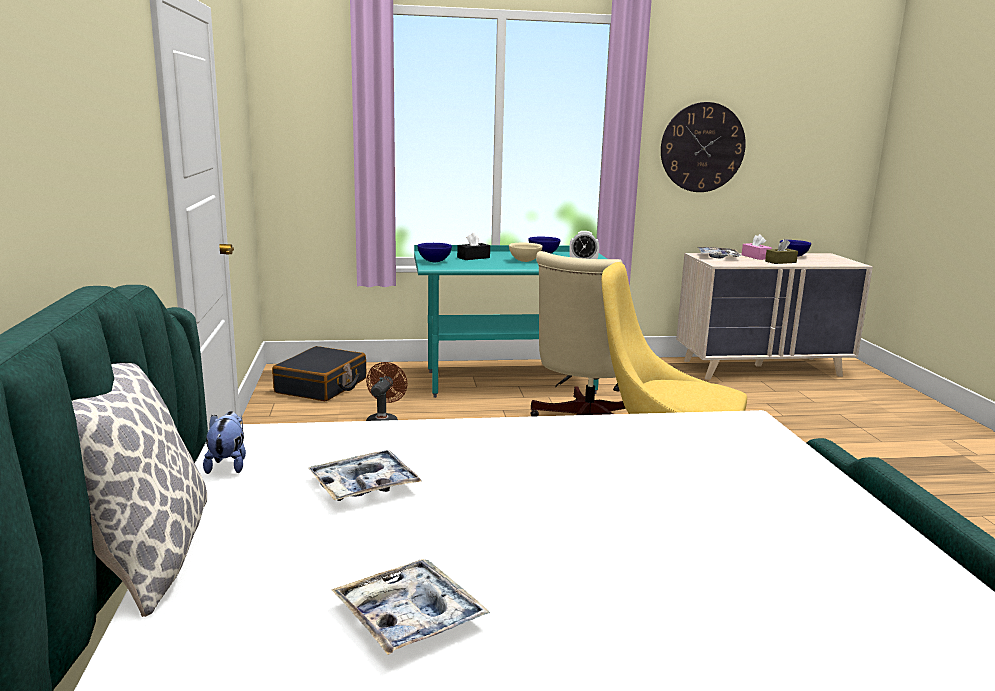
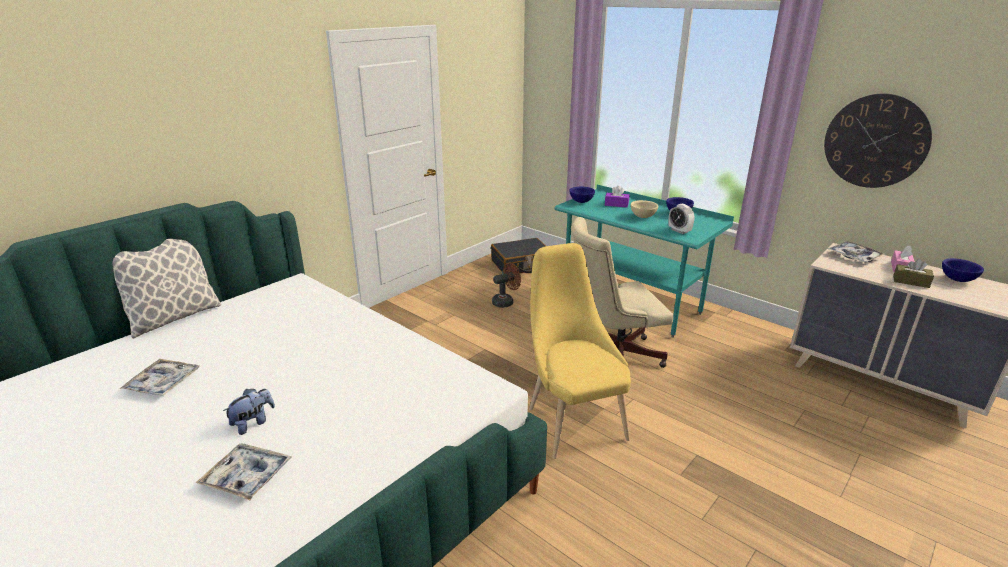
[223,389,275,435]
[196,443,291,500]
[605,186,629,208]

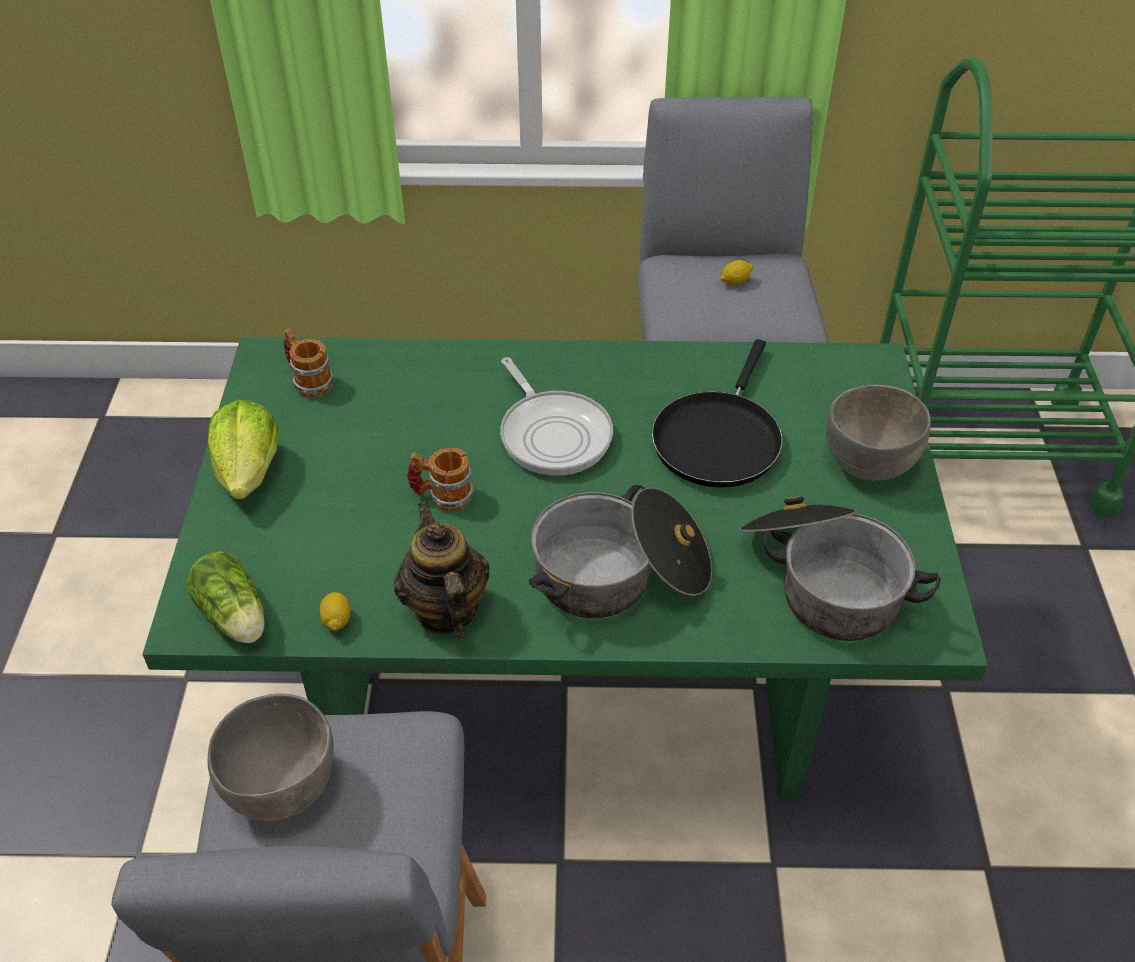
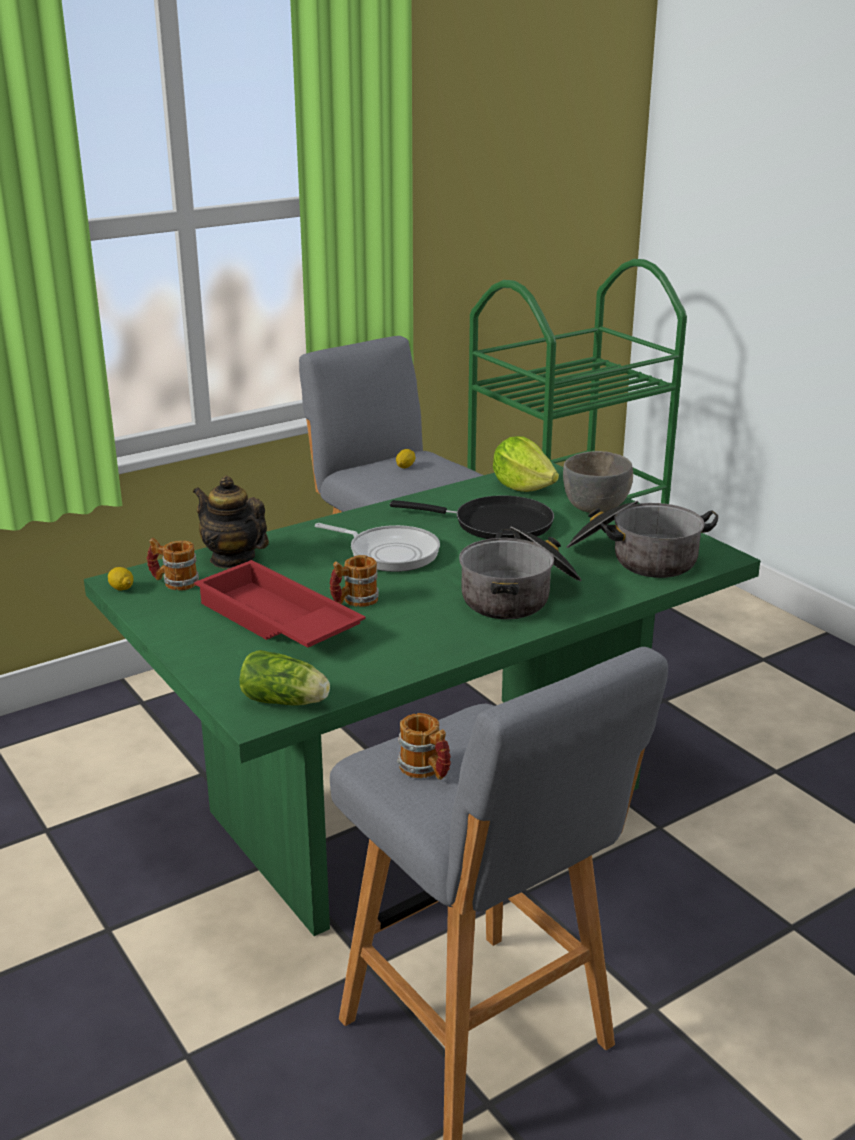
[493,436,559,492]
[397,713,451,780]
[108,567,133,591]
[193,476,269,569]
[390,495,554,539]
[194,560,366,648]

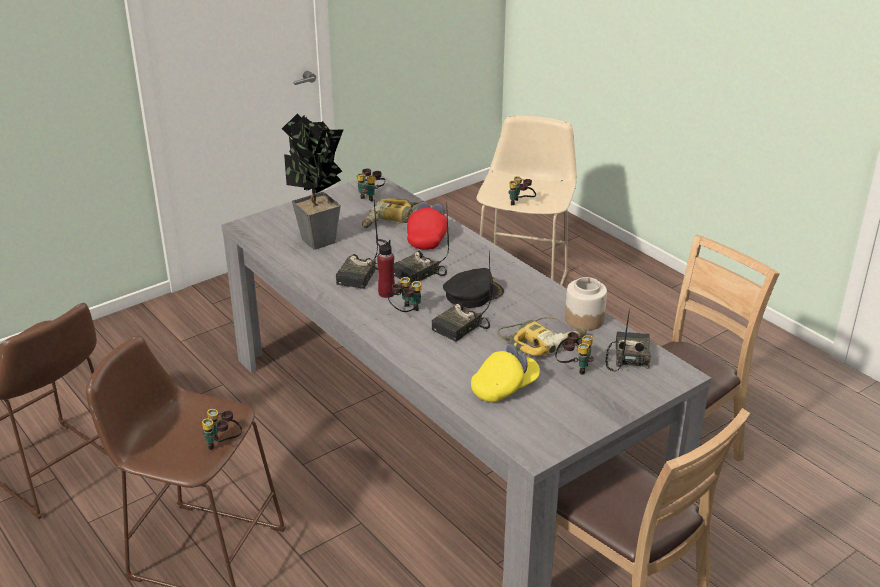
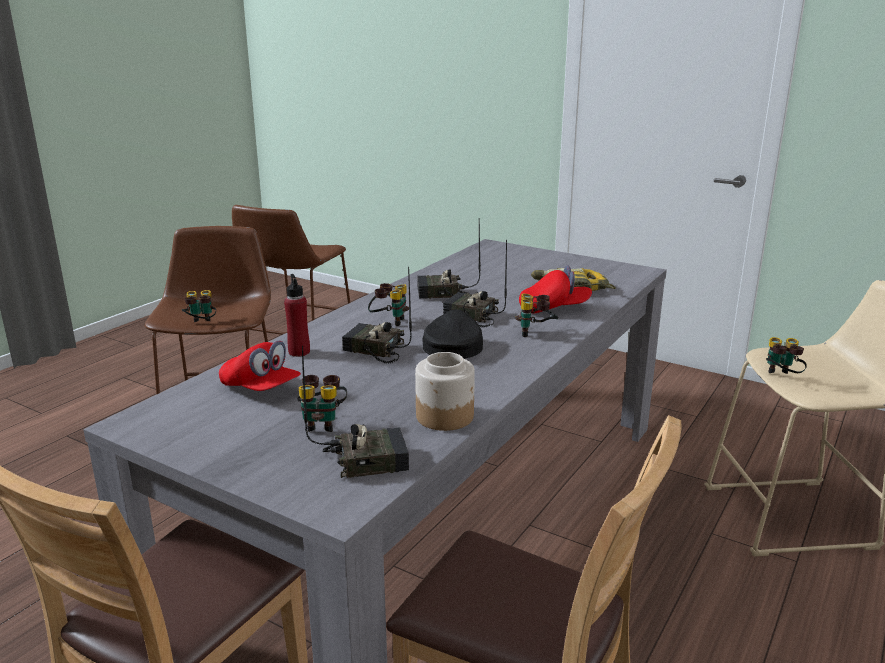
[282,114,344,250] (first image)
[515,294,558,337]
[284,274,310,357]
[423,309,483,359]
[219,341,301,391]
[497,317,587,356] (first image)

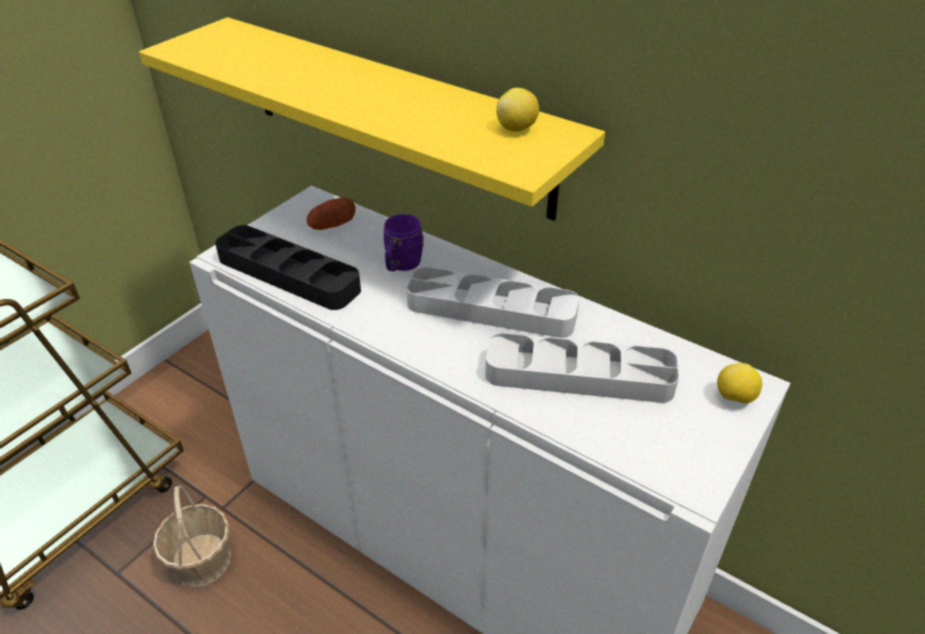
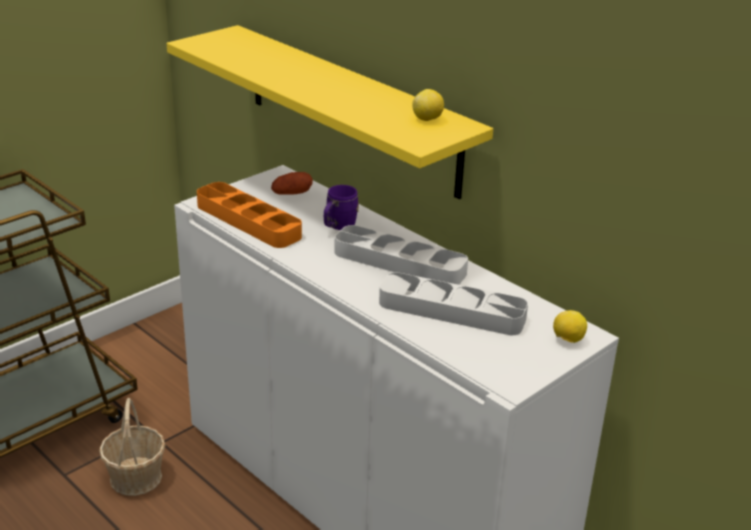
[197,182,302,248]

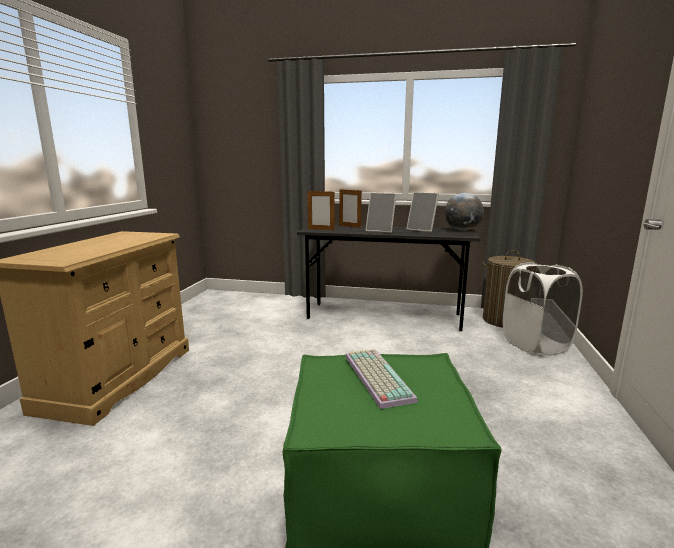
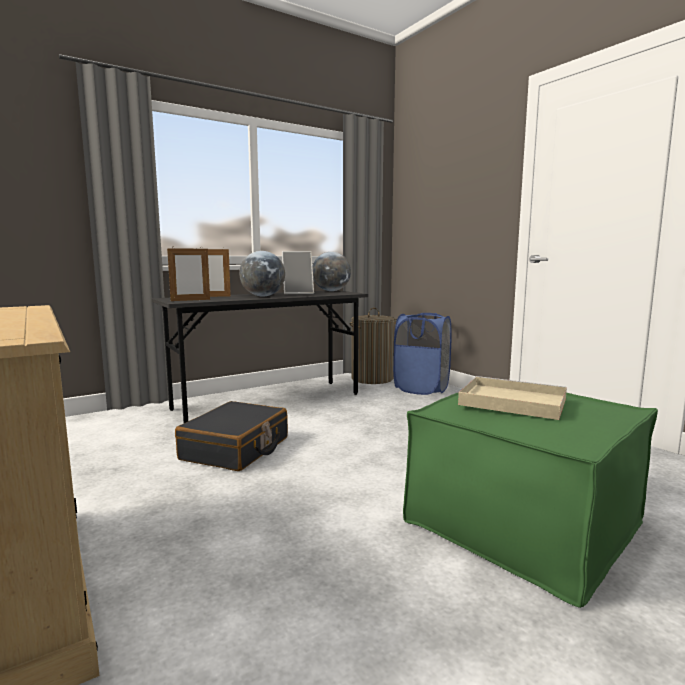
[458,376,567,420]
[239,251,285,297]
[393,313,452,395]
[175,401,288,471]

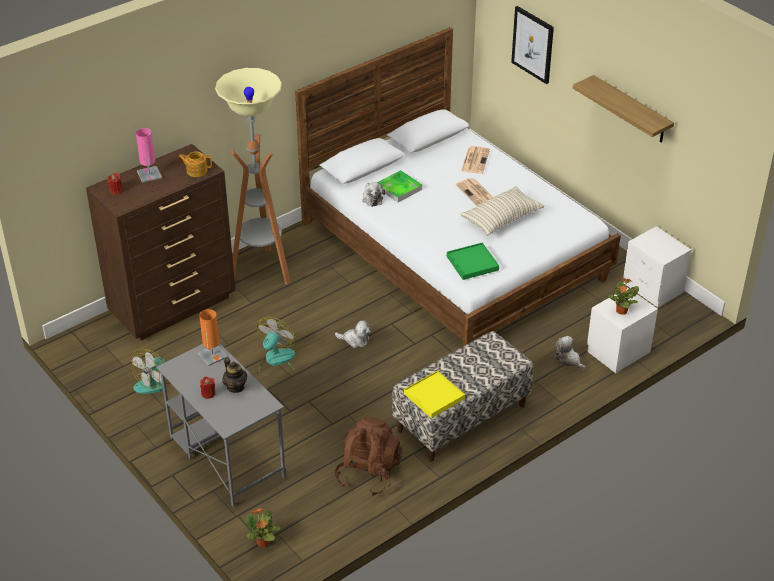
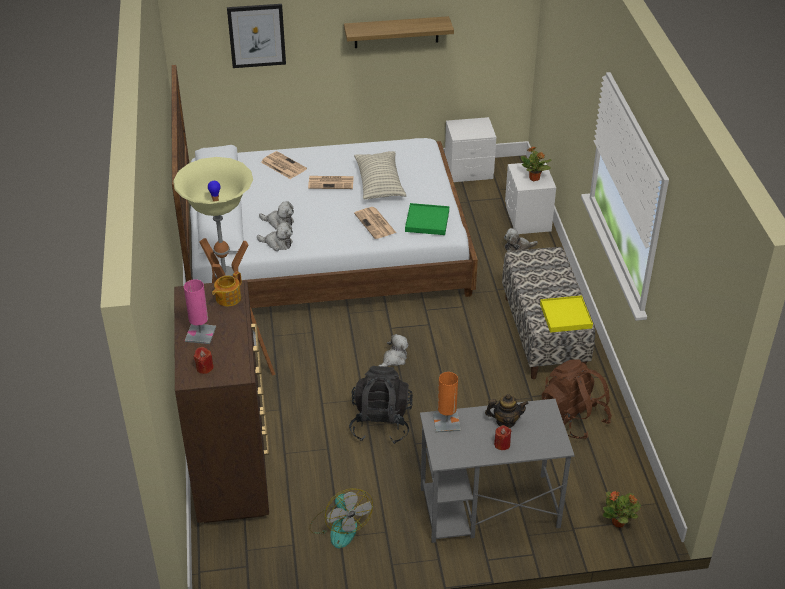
[349,366,413,444]
[259,201,294,230]
[354,207,396,239]

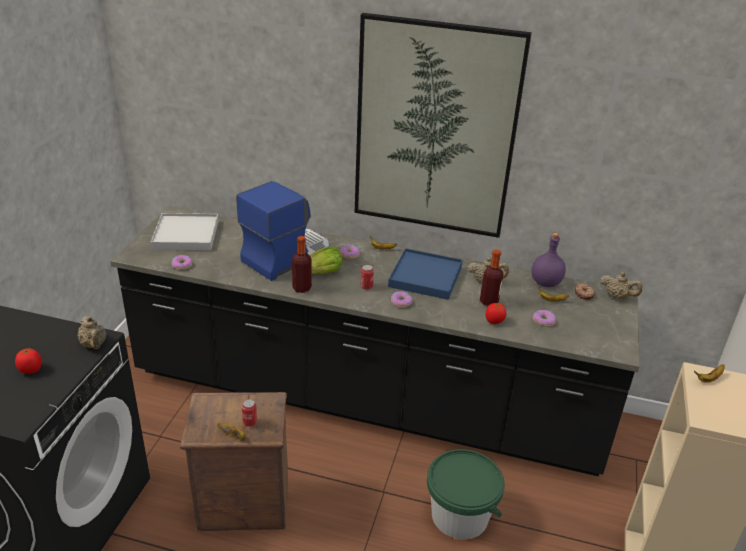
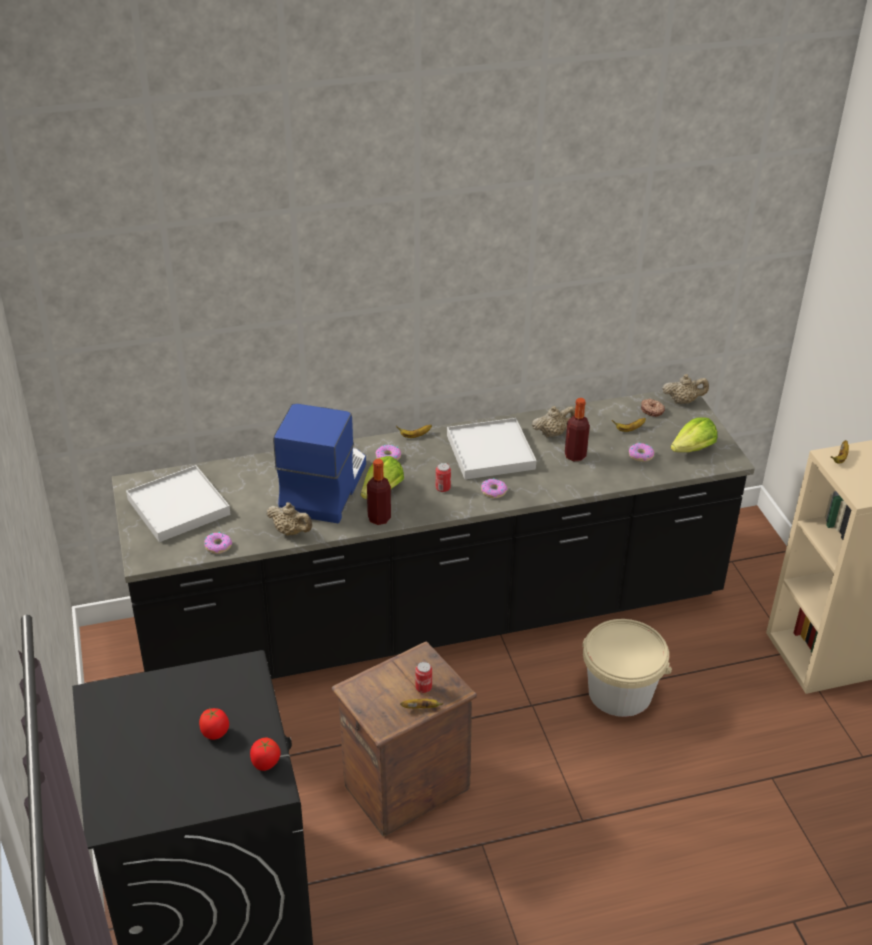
[267,502,312,536]
[355,13,532,238] (first image)
[447,418,536,479]
[582,619,672,717]
[250,738,281,771]
[531,233,566,287] (first image)
[671,417,717,452]

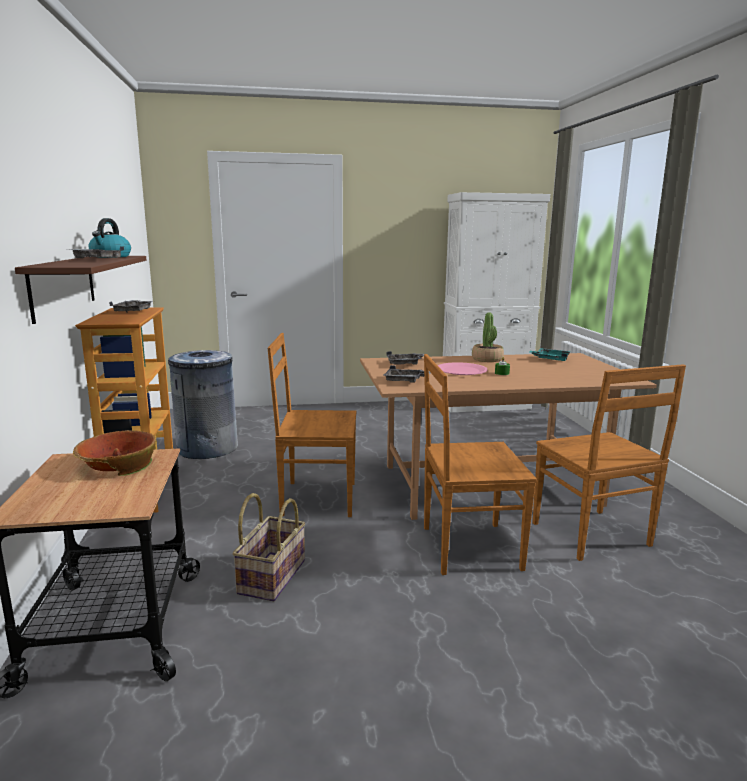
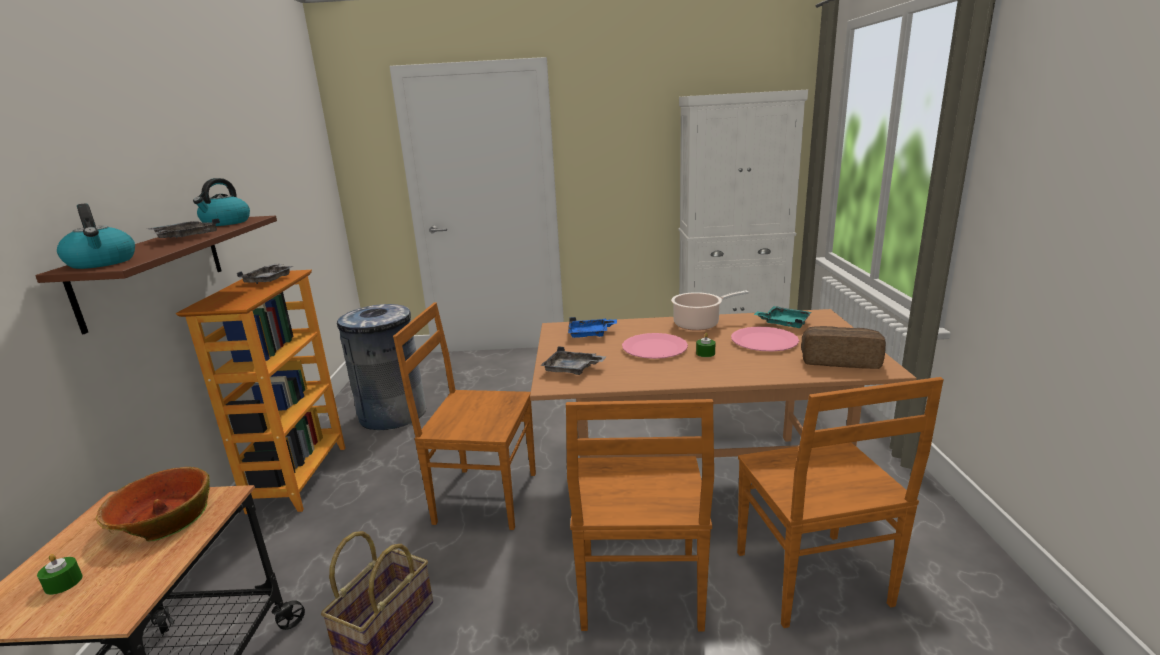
[568,317,617,338]
[566,399,714,631]
[671,291,749,331]
[37,554,83,595]
[57,203,135,269]
[731,327,799,351]
[801,326,886,369]

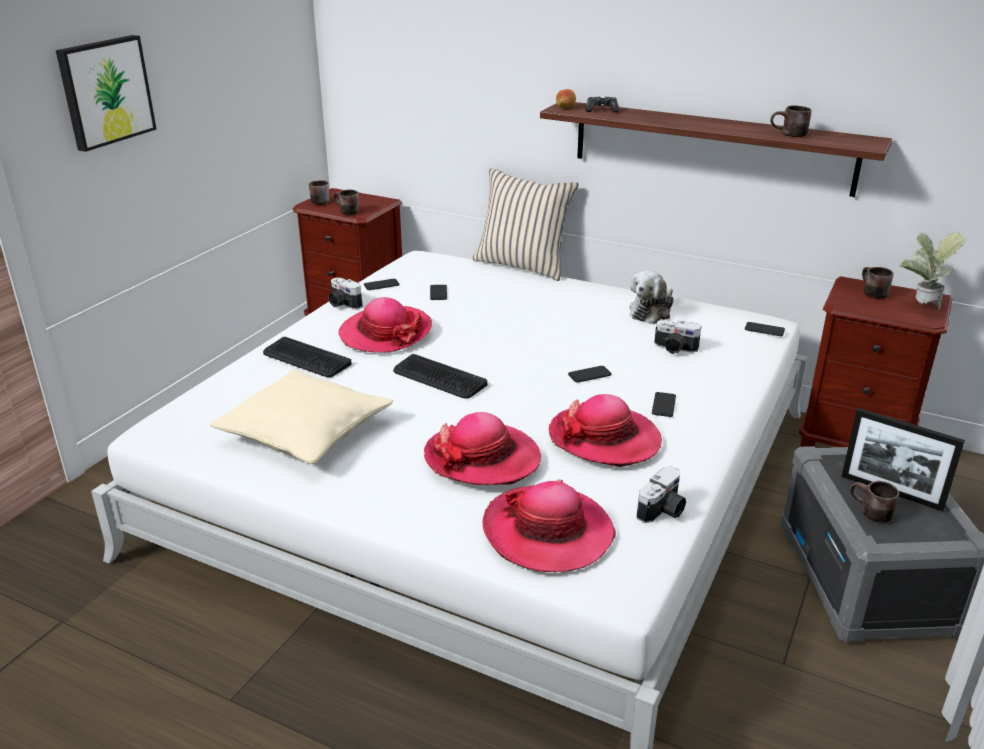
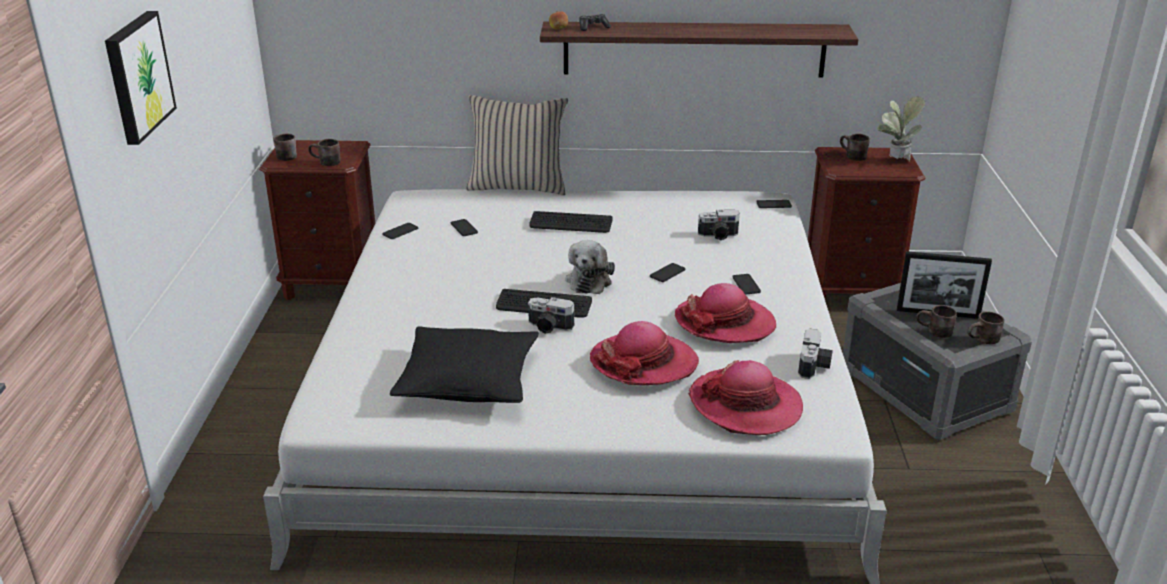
[390,326,539,403]
[529,211,612,233]
[528,297,574,334]
[339,297,432,353] (first image)
[565,240,615,294]
[967,311,1004,344]

